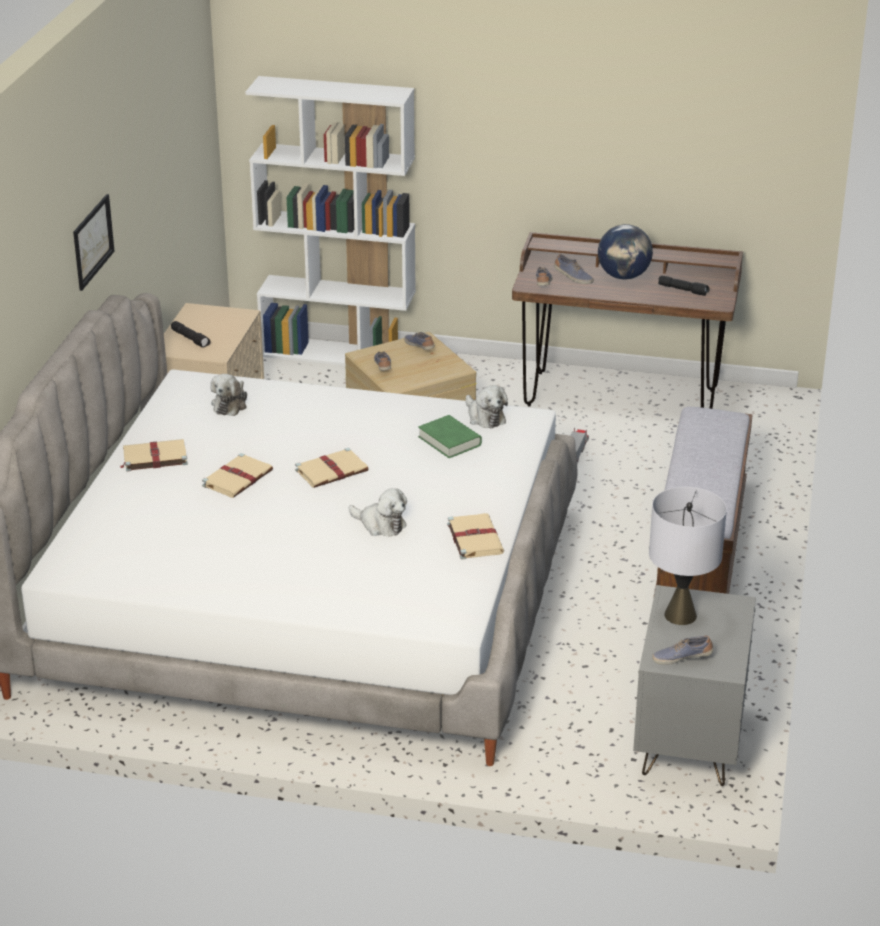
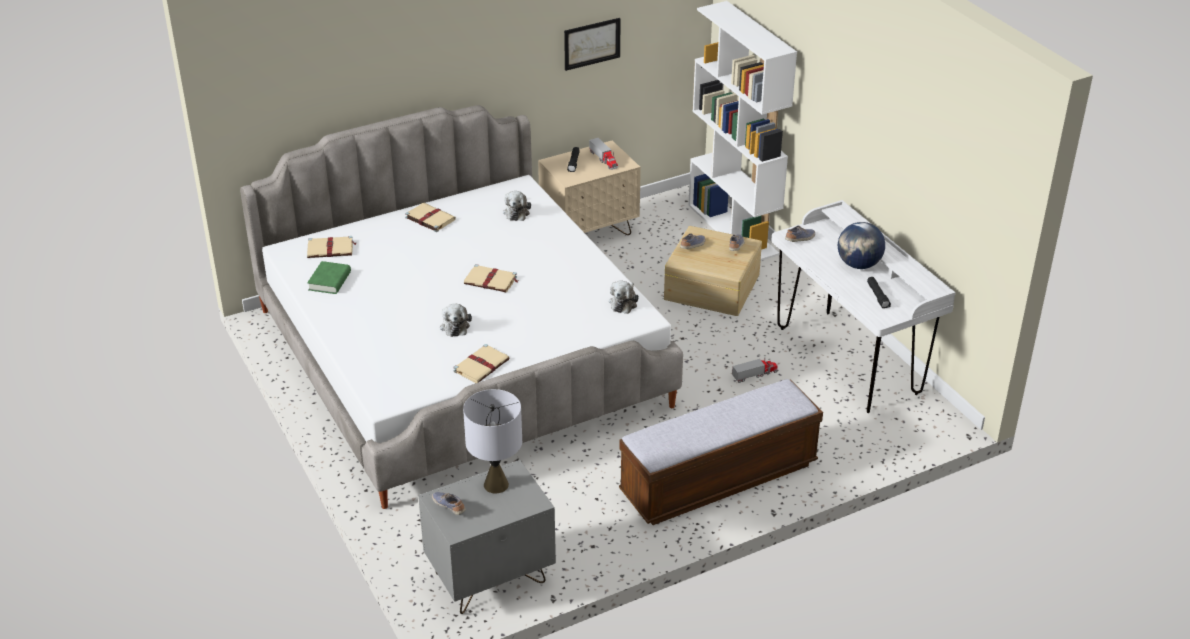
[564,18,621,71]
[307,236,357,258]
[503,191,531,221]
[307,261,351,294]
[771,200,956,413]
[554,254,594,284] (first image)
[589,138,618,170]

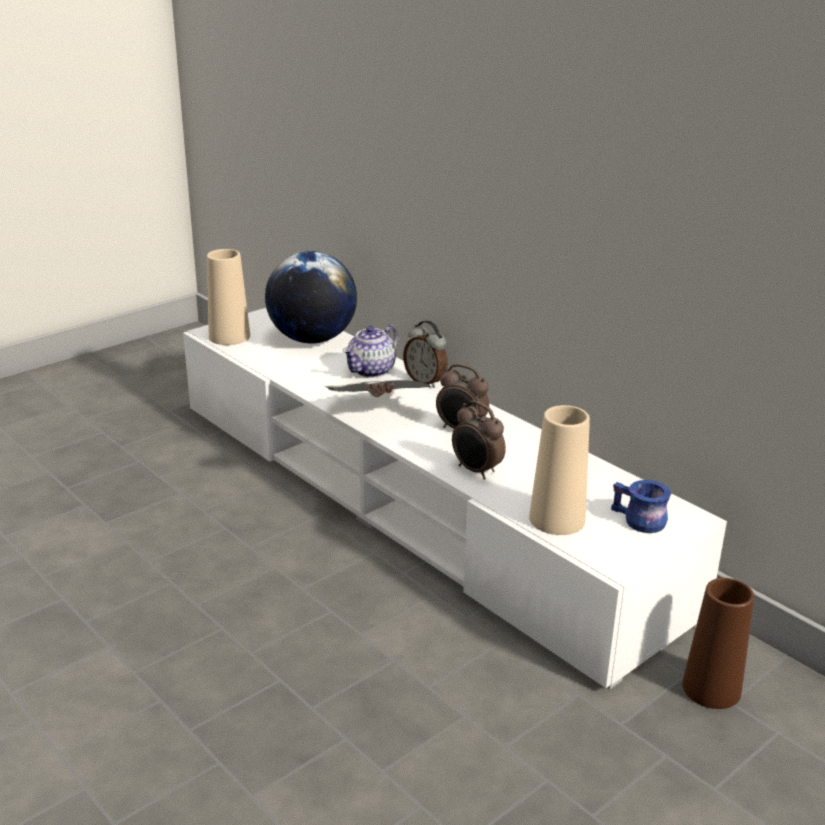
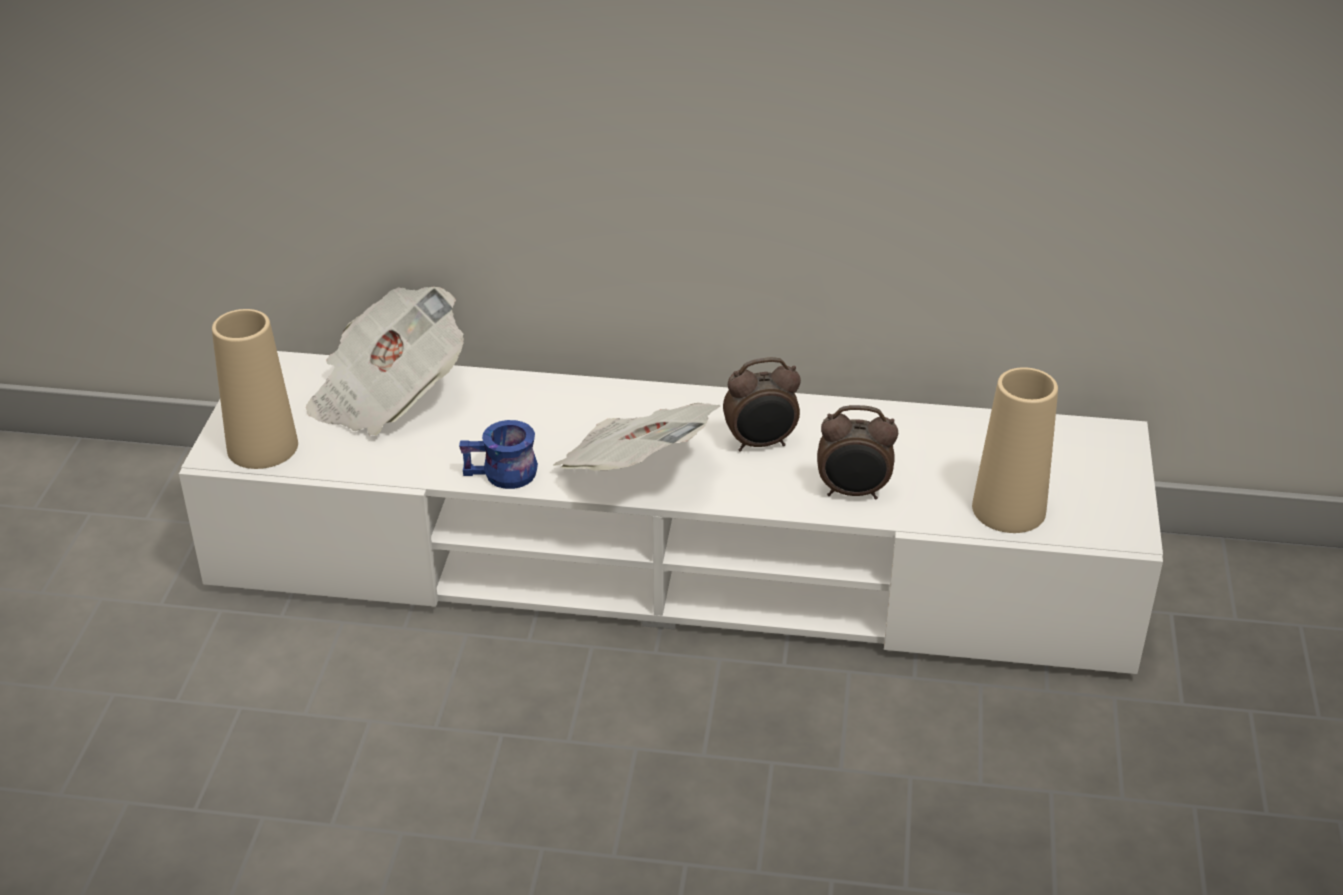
[306,287,464,435]
[342,325,399,378] (first image)
[403,320,448,388] (first image)
[459,420,538,489]
[682,578,754,709] (first image)

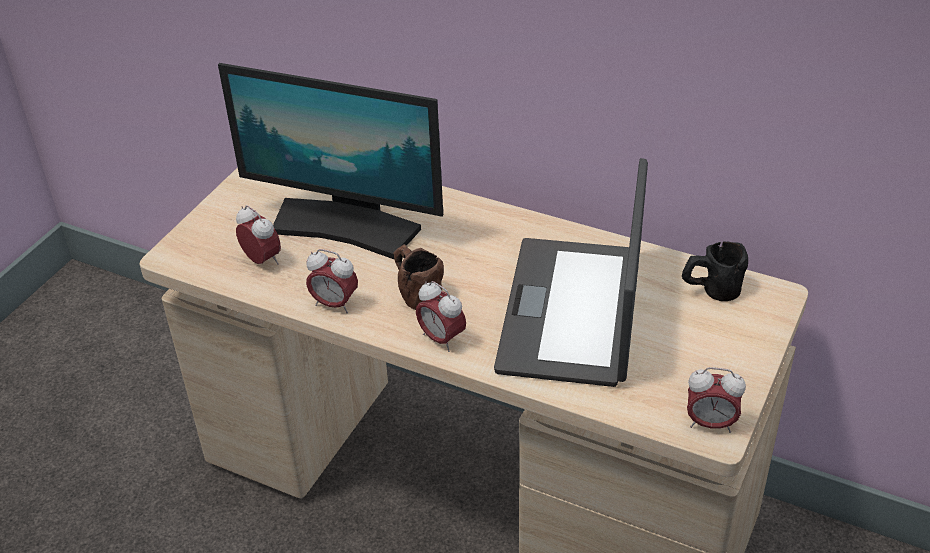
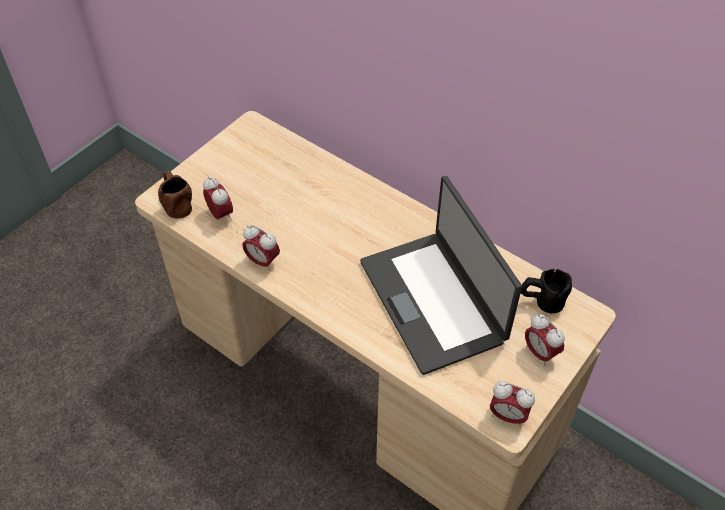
[218,63,443,259] (first image)
[158,170,192,218]
[525,314,564,366]
[360,176,522,375]

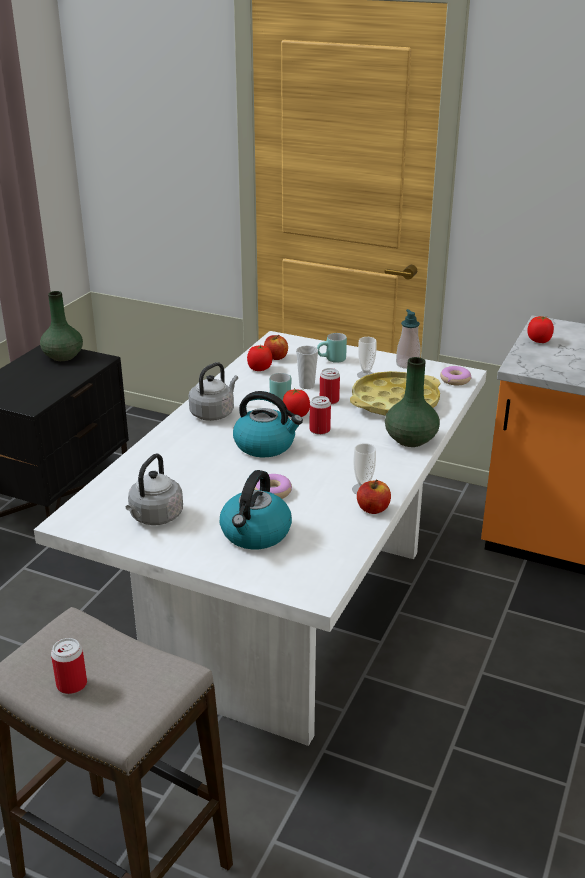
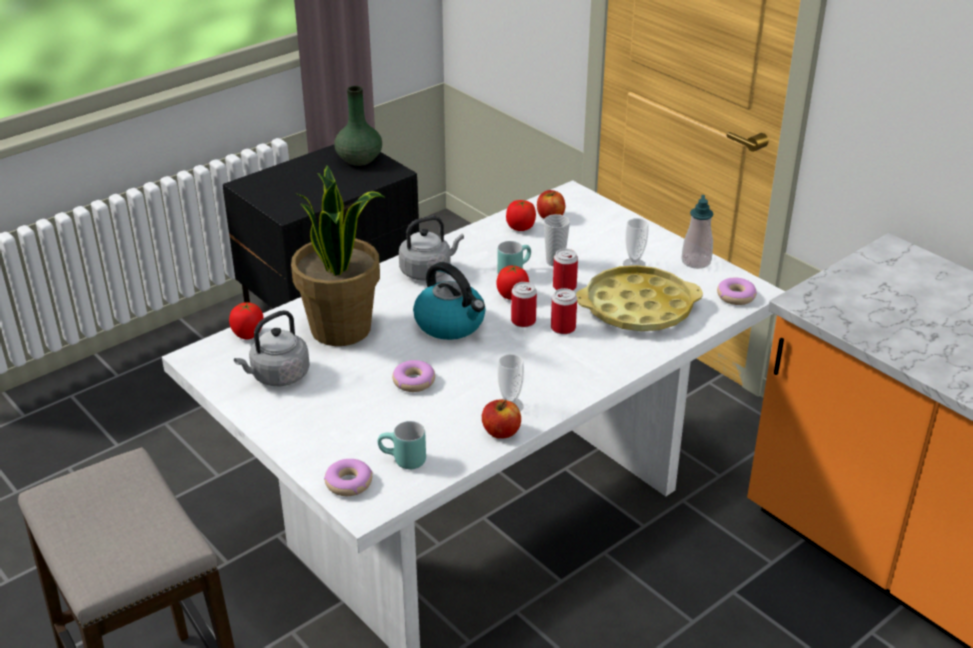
[551,288,577,334]
[220,470,292,550] (first image)
[378,421,426,469]
[385,357,440,447] (first image)
[229,302,263,340]
[291,165,385,346]
[324,459,373,496]

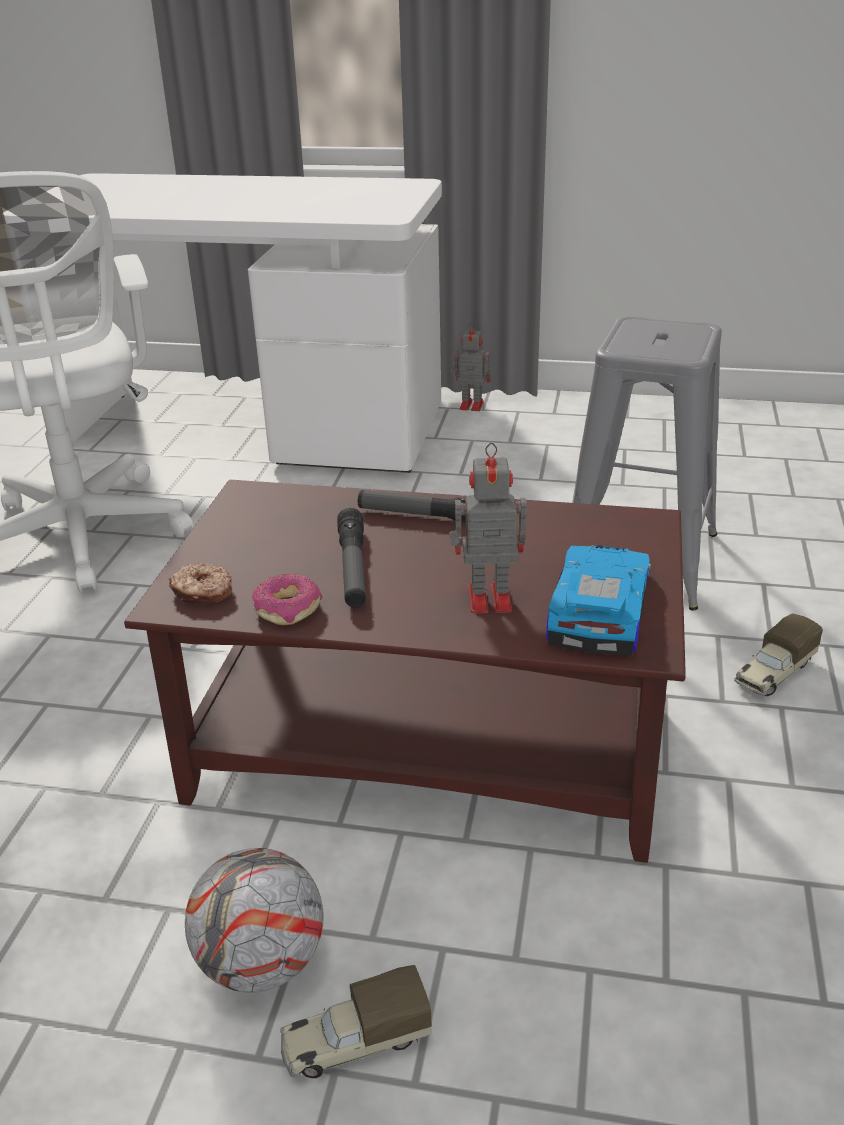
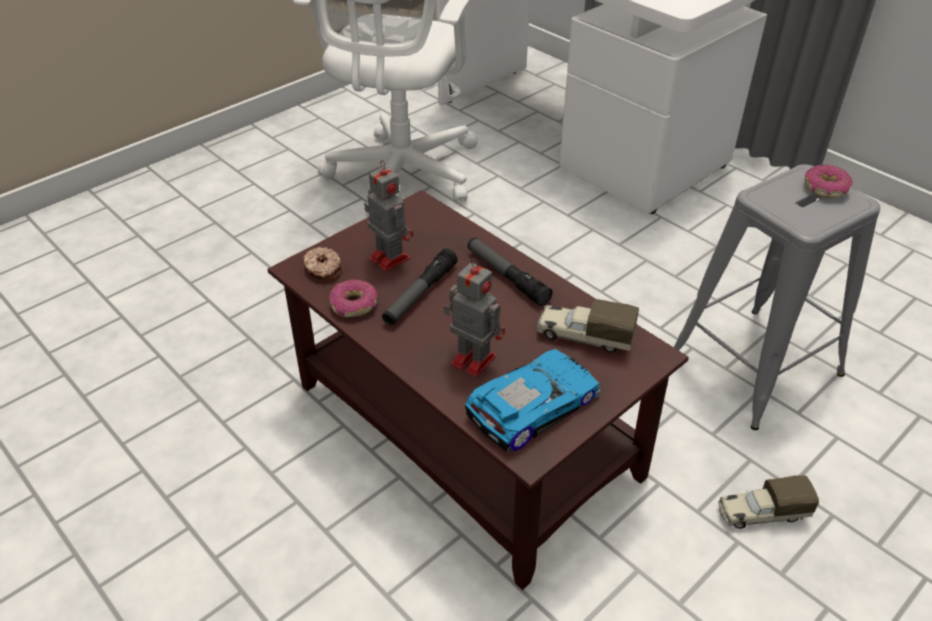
[185,848,323,993] (first image)
[537,299,639,353]
[364,160,413,271]
[805,165,853,198]

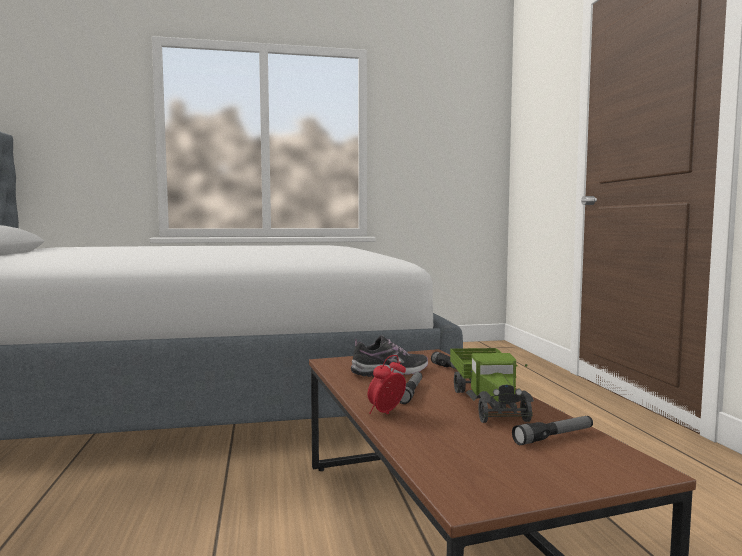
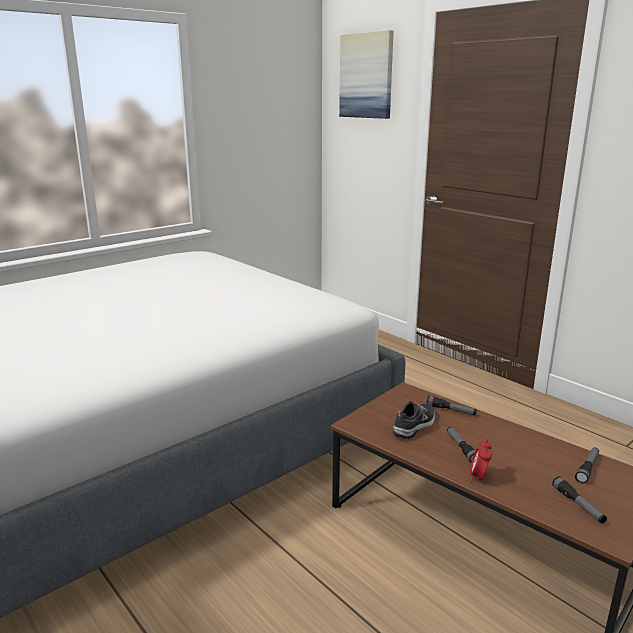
[450,348,534,423] (first image)
[339,30,394,119]
[552,476,607,523]

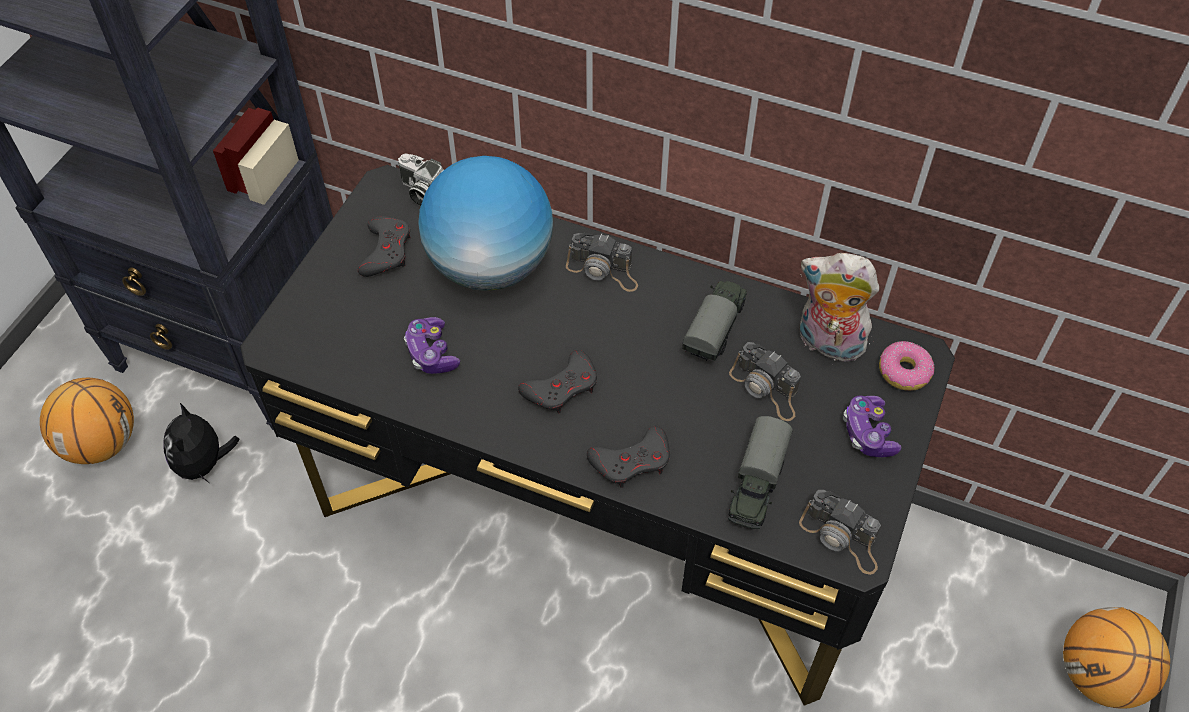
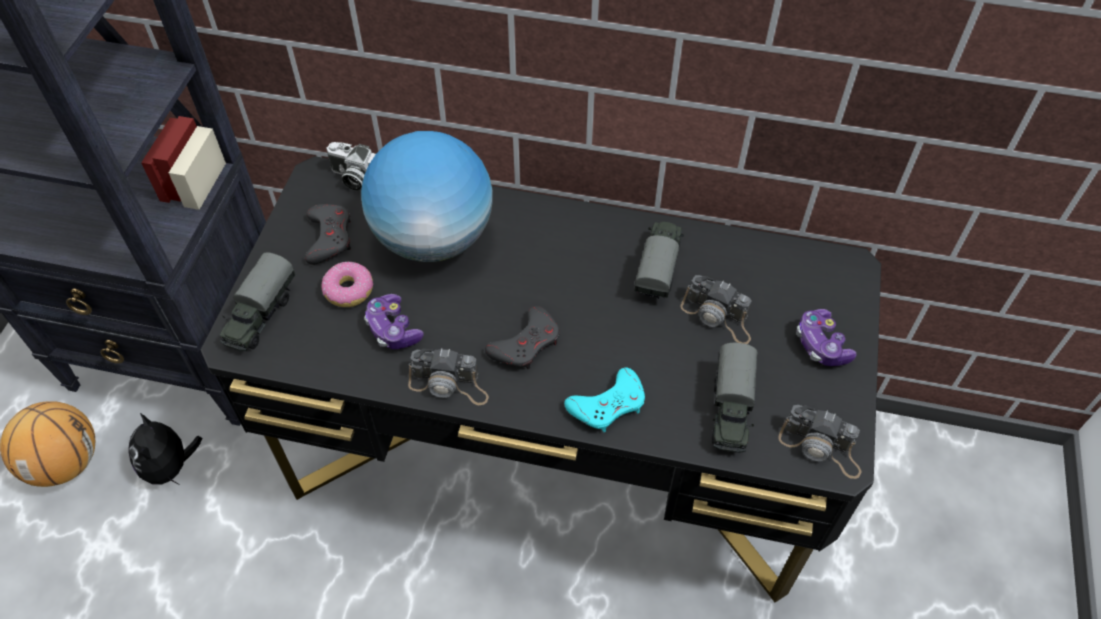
[408,348,489,405]
[564,367,645,432]
[800,253,879,365] (first image)
[321,261,373,307]
[1063,607,1170,709] (first image)
[220,252,295,351]

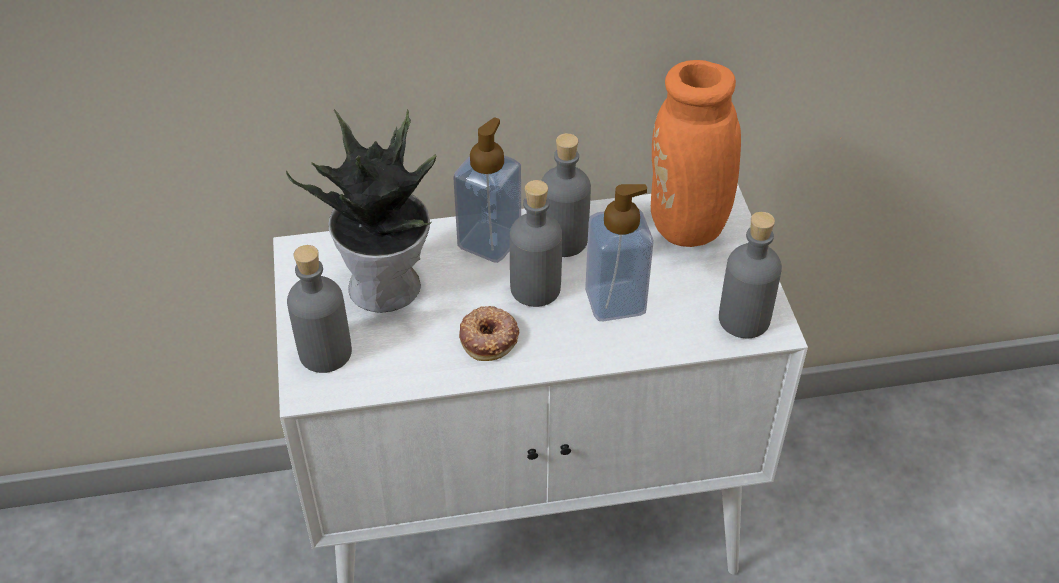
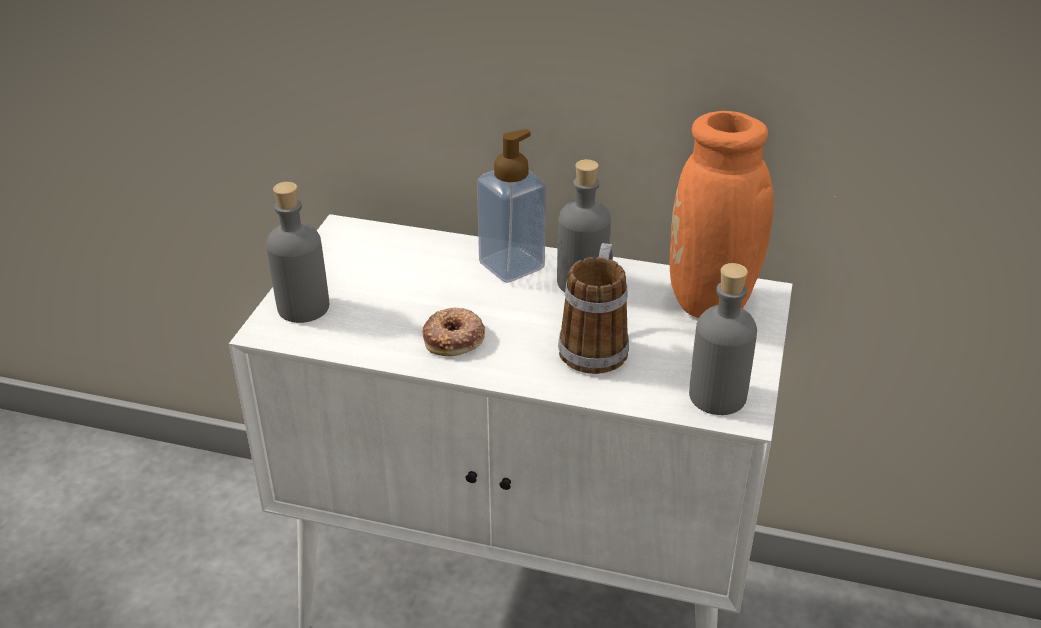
[286,109,436,313] (first image)
[510,180,562,307] (first image)
[558,243,629,374]

